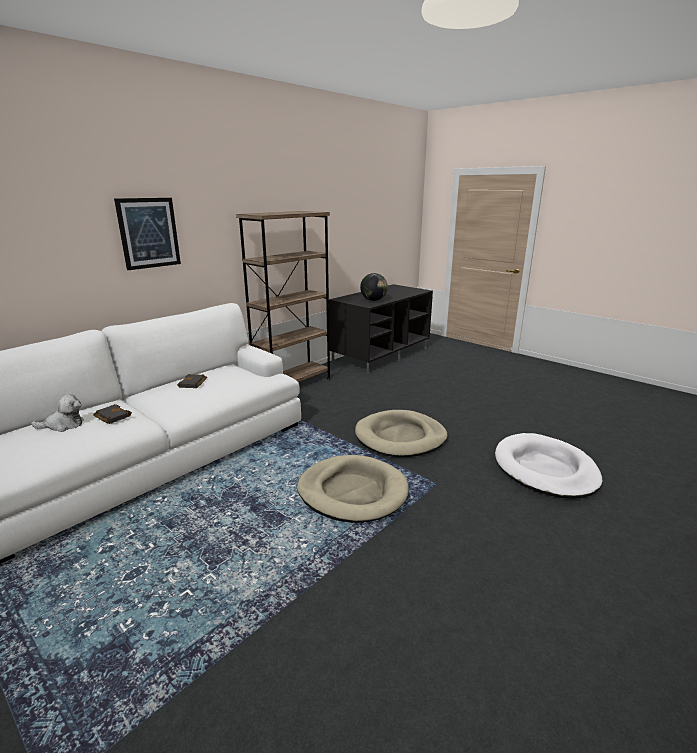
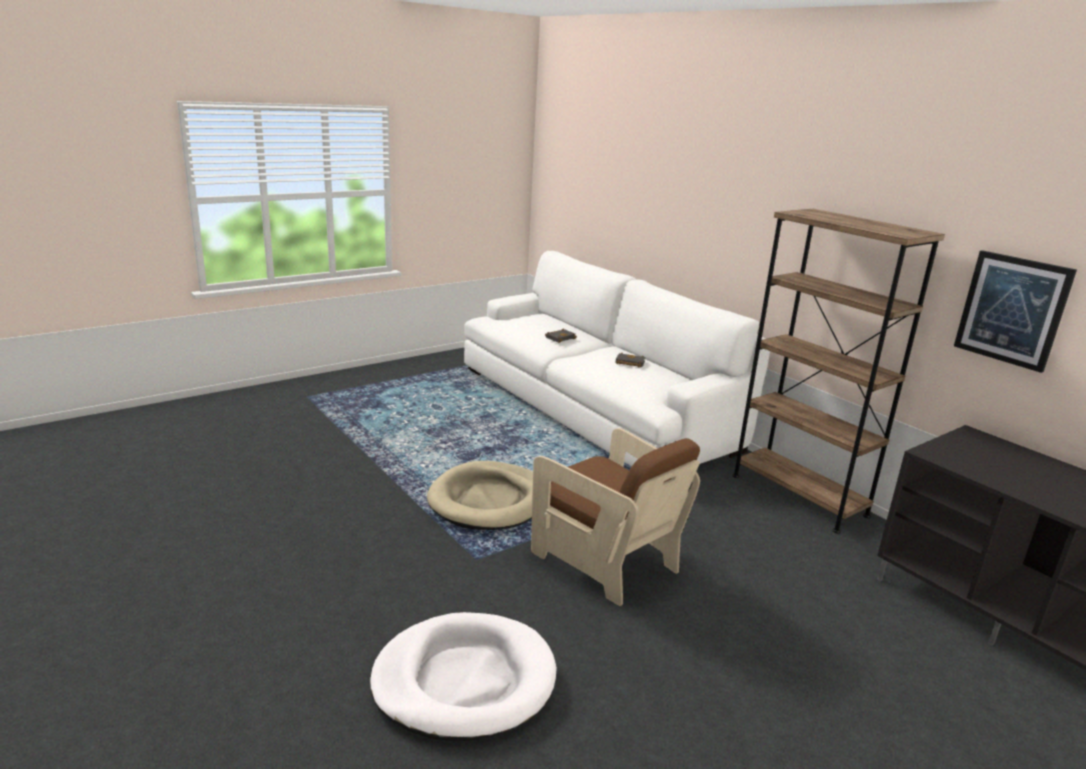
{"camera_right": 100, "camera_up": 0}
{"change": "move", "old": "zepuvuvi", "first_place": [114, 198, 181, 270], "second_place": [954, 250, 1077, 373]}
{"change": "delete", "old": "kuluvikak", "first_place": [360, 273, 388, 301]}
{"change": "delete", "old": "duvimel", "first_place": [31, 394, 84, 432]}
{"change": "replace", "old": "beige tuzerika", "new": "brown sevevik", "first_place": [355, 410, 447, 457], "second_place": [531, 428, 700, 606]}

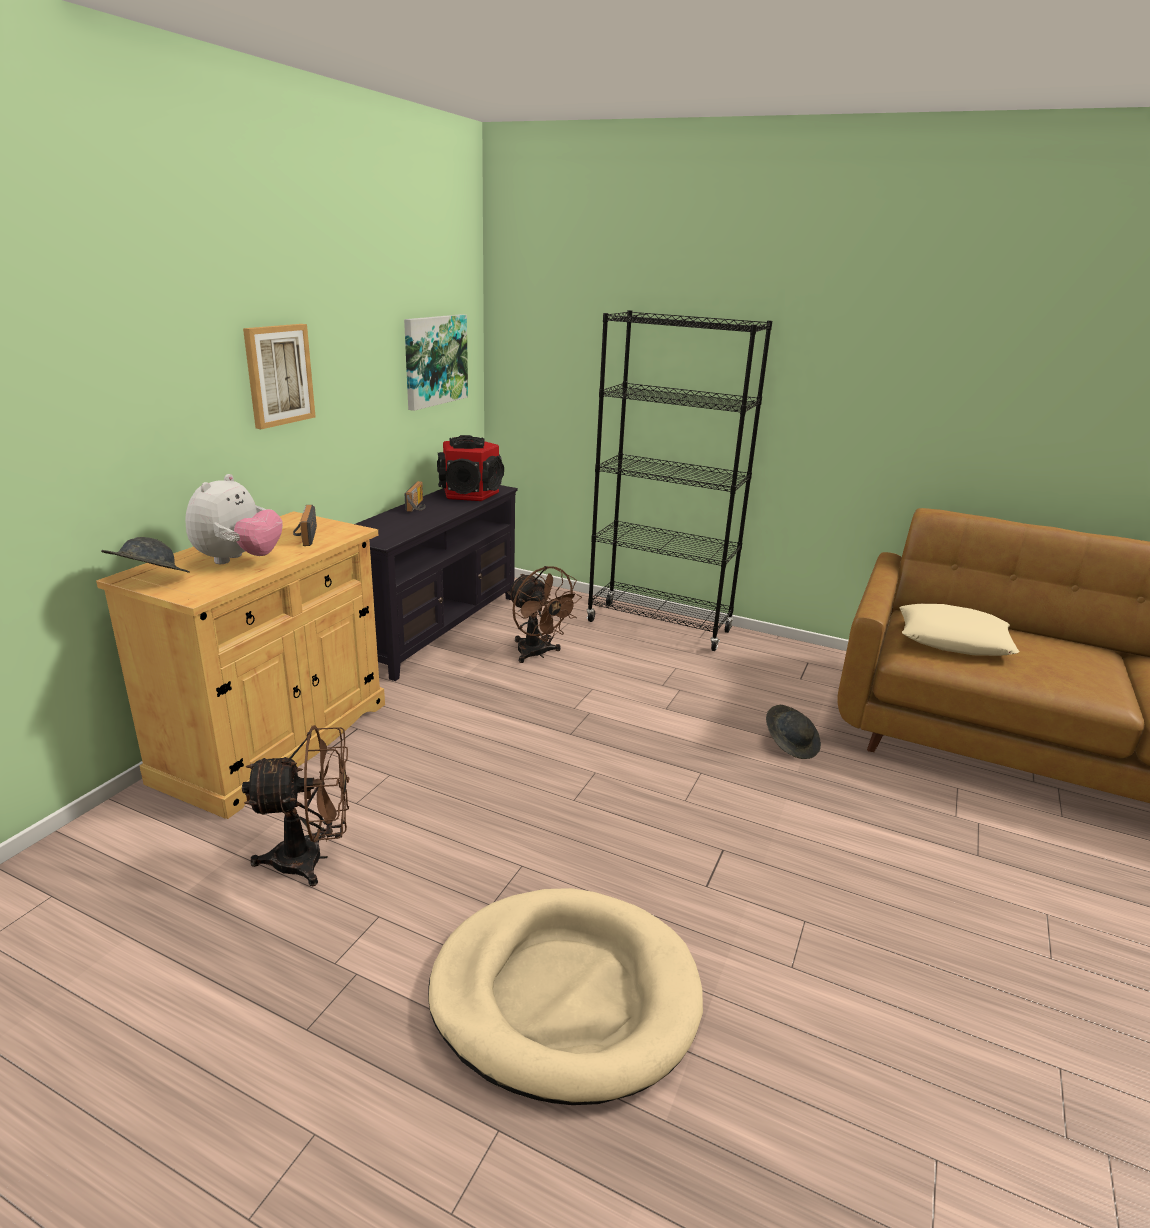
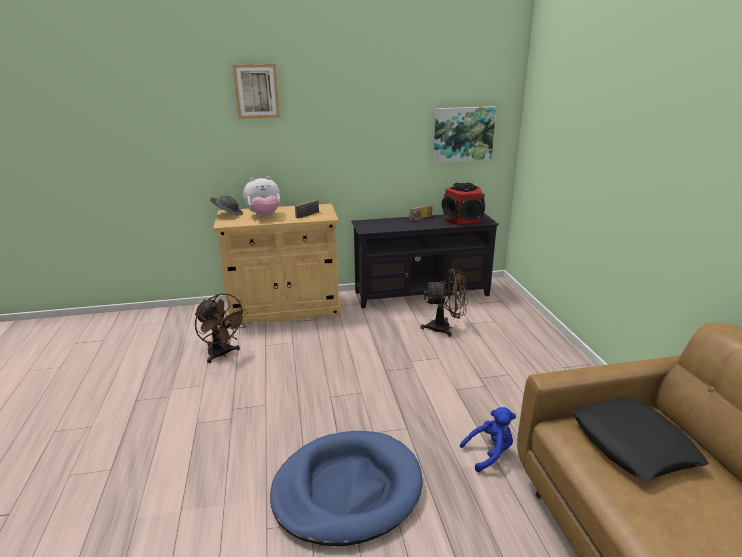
{"camera_right": 55, "camera_up": 0}
{"change": "delete", "old": "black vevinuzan", "first_place": [586, 310, 772, 651]}
{"change": "move", "old": "zepuvuvi", "first_place": [243, 324, 316, 429], "second_place": [232, 64, 280, 119]}
{"change": "rotate", "old": "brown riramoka", "first_place": [507, 566, 582, 663], "second_place": [421, 269, 468, 337], "degrees": -105}
{"change": "recolor", "old": "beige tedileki", "new": "black tedileki", "first_place": [899, 604, 1019, 656], "second_place": [572, 397, 709, 481]}
{"change": "replace", "old": "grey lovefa", "new": "blue duvimel", "first_place": [766, 705, 821, 759], "second_place": [460, 407, 516, 472]}
{"change": "delete", "old": "beige tuzerika", "first_place": [428, 888, 703, 1105]}
{"change": "insert", "new": "blue tuzerika", "second_place": [270, 431, 423, 546]}

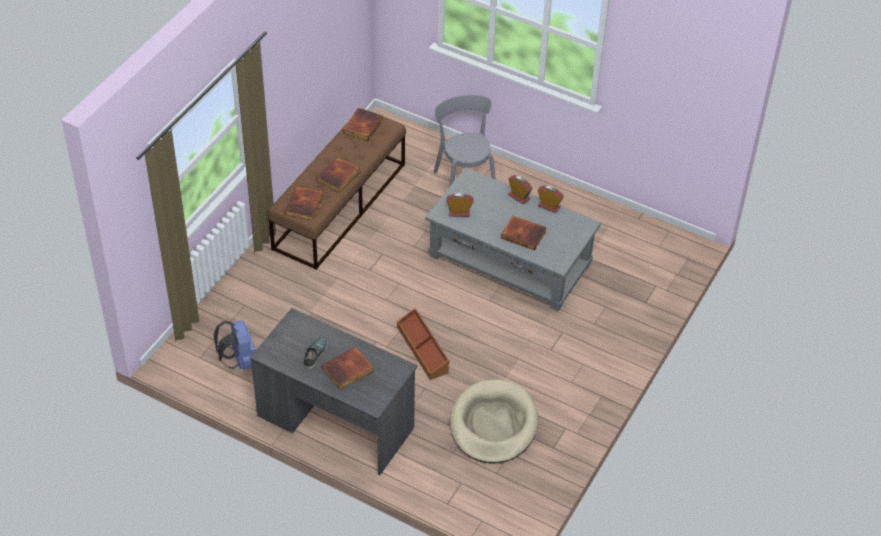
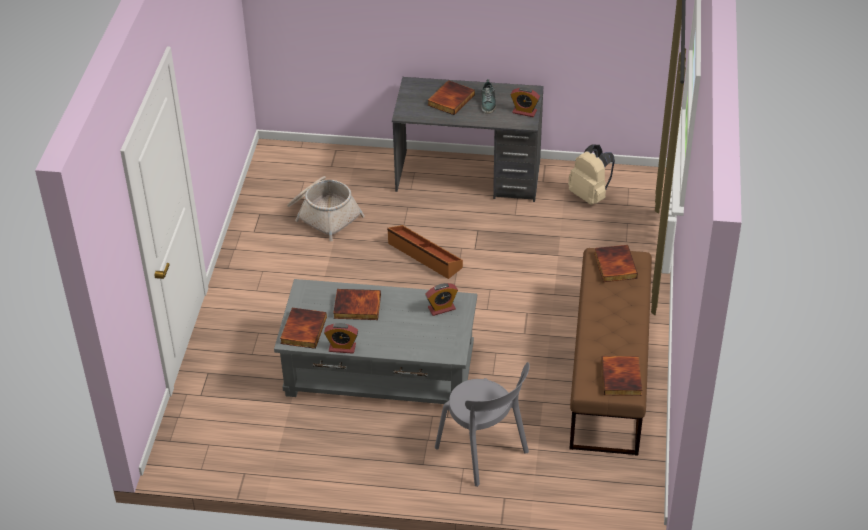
{"camera_right": 160, "camera_up": -5}
{"change": "move", "old": "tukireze", "first_place": [316, 157, 360, 193], "second_place": [280, 308, 327, 349]}
{"change": "move", "old": "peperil", "first_place": [508, 175, 532, 204], "second_place": [511, 87, 540, 117]}
{"change": "recolor", "old": "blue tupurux", "new": "beige tupurux", "first_place": [214, 320, 256, 370], "second_place": [568, 145, 615, 205]}
{"change": "replace", "old": "beige tuzerika", "new": "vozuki", "first_place": [450, 379, 538, 464], "second_place": [287, 176, 365, 241]}

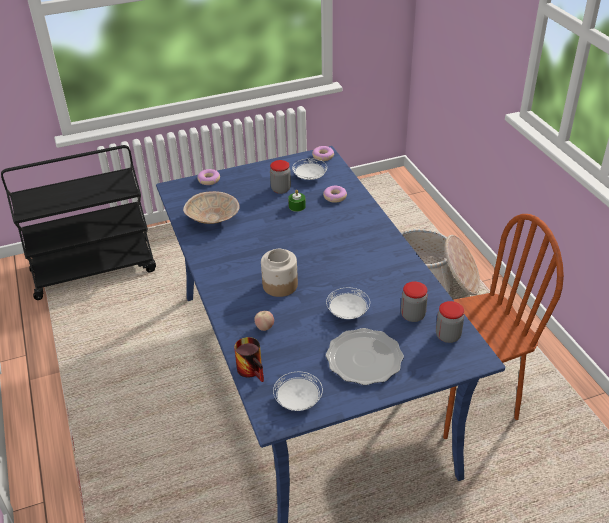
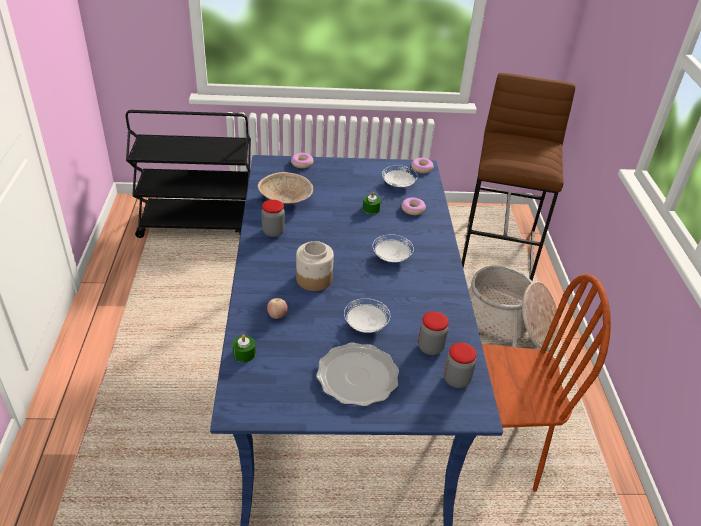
{"camera_right": 15, "camera_up": 0}
{"change": "move", "old": "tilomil", "first_place": [270, 160, 291, 194], "second_place": [261, 200, 285, 237]}
{"change": "replace", "old": "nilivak", "new": "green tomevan", "first_place": [234, 337, 264, 382], "second_place": [232, 335, 256, 362]}
{"change": "move", "old": "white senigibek", "first_place": [273, 372, 323, 411], "second_place": [373, 234, 414, 262]}
{"change": "insert", "new": "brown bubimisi", "second_place": [462, 73, 576, 281]}

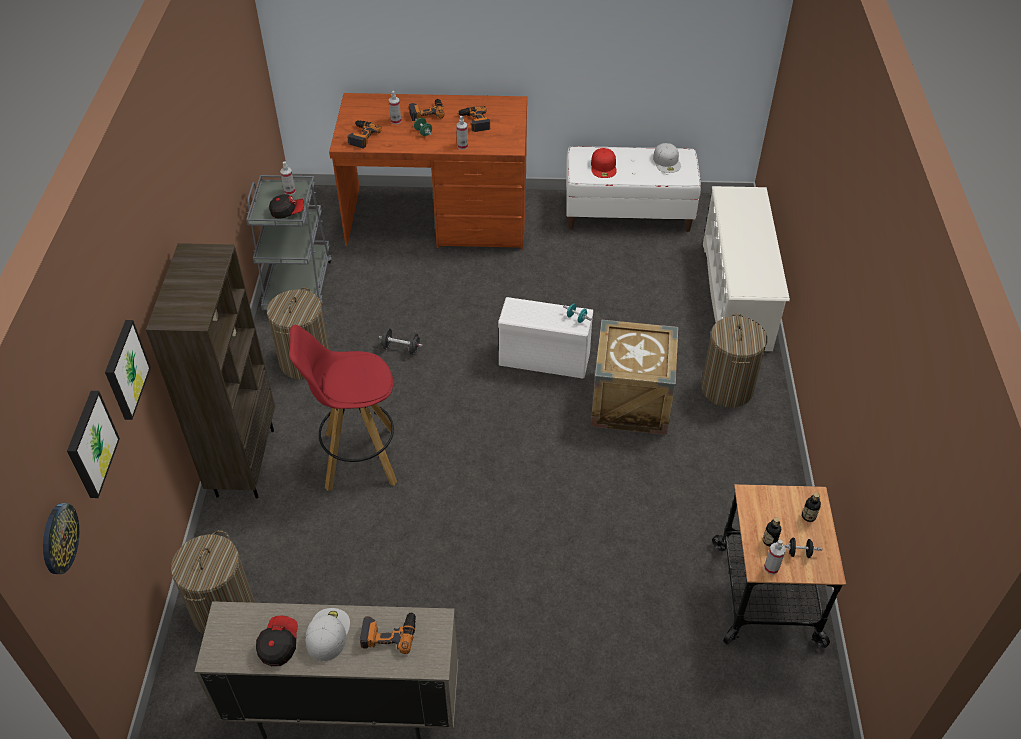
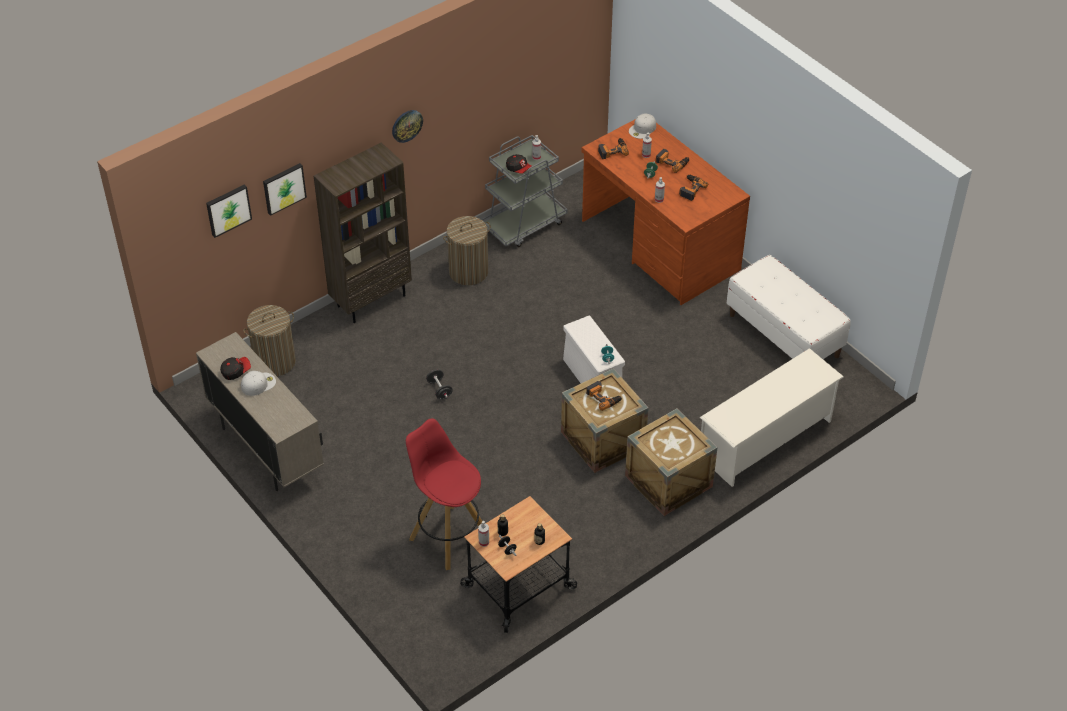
{"camera_right": 50, "camera_up": 0}
{"change": "move", "old": "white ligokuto", "first_place": [653, 143, 681, 173], "second_place": [629, 114, 656, 139]}
{"change": "delete", "old": "red ligokuto", "first_place": [591, 148, 617, 178]}
{"change": "replace", "old": "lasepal", "new": "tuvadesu", "first_place": [701, 314, 767, 408], "second_place": [625, 408, 718, 516]}
{"change": "move", "old": "red bubimisi", "first_place": [289, 325, 397, 491], "second_place": [406, 419, 482, 570]}
{"change": "move", "old": "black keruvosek", "first_place": [379, 328, 423, 355], "second_place": [426, 369, 453, 399]}
{"change": "move", "old": "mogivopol", "first_place": [43, 503, 79, 574], "second_place": [392, 110, 423, 143]}
{"change": "move", "old": "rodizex", "first_place": [360, 612, 416, 654], "second_place": [586, 381, 622, 411]}

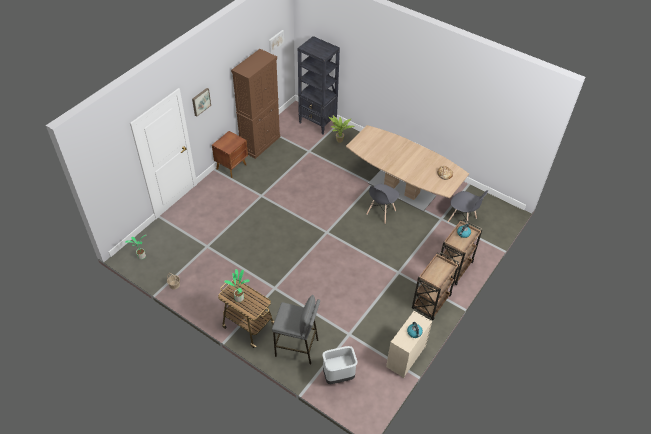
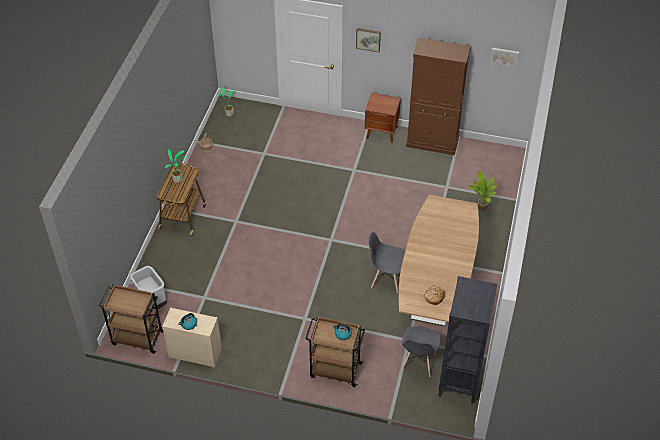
{"camera_right": 70, "camera_up": 0}
{"change": "move", "old": "black vevinuzan", "first_place": [297, 36, 340, 135], "second_place": [439, 276, 497, 403]}
{"change": "move", "old": "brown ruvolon", "first_place": [412, 252, 459, 320], "second_place": [99, 284, 164, 354]}
{"change": "delete", "old": "grey bubimisi", "first_place": [272, 295, 320, 364]}

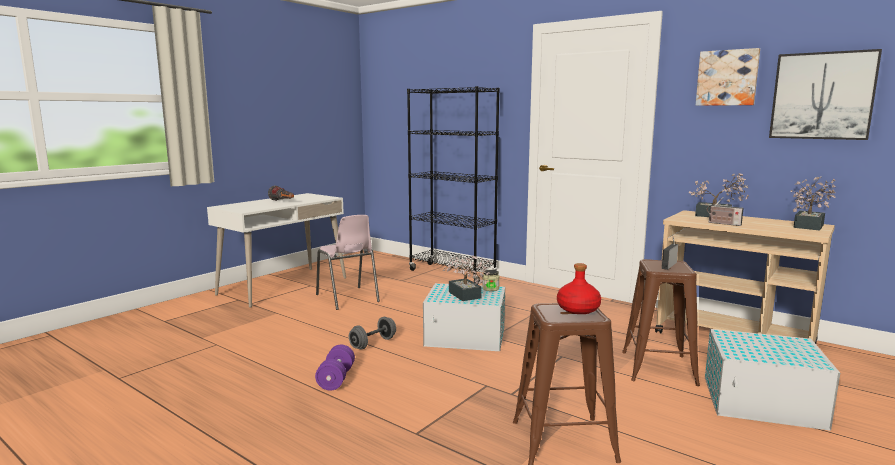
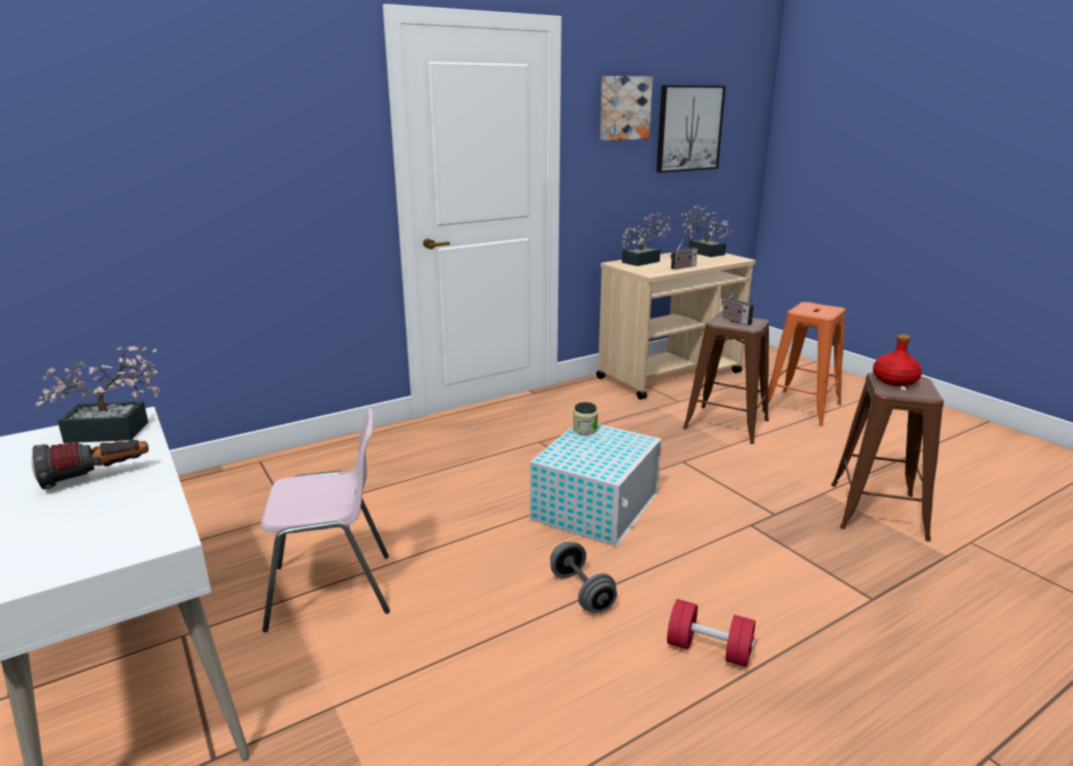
{"camera_right": -70, "camera_up": 10}
{"change": "delete", "old": "black vevinuzan", "first_place": [407, 86, 500, 283]}
{"change": "move", "old": "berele", "first_place": [443, 255, 492, 301], "second_place": [35, 346, 160, 443]}
{"change": "replace", "old": "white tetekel", "new": "orange bubimisi", "first_place": [705, 329, 840, 431], "second_place": [761, 302, 846, 426]}
{"change": "recolor", "old": "purple keruvosek", "new": "red keruvosek", "first_place": [315, 344, 355, 390], "second_place": [667, 599, 755, 667]}

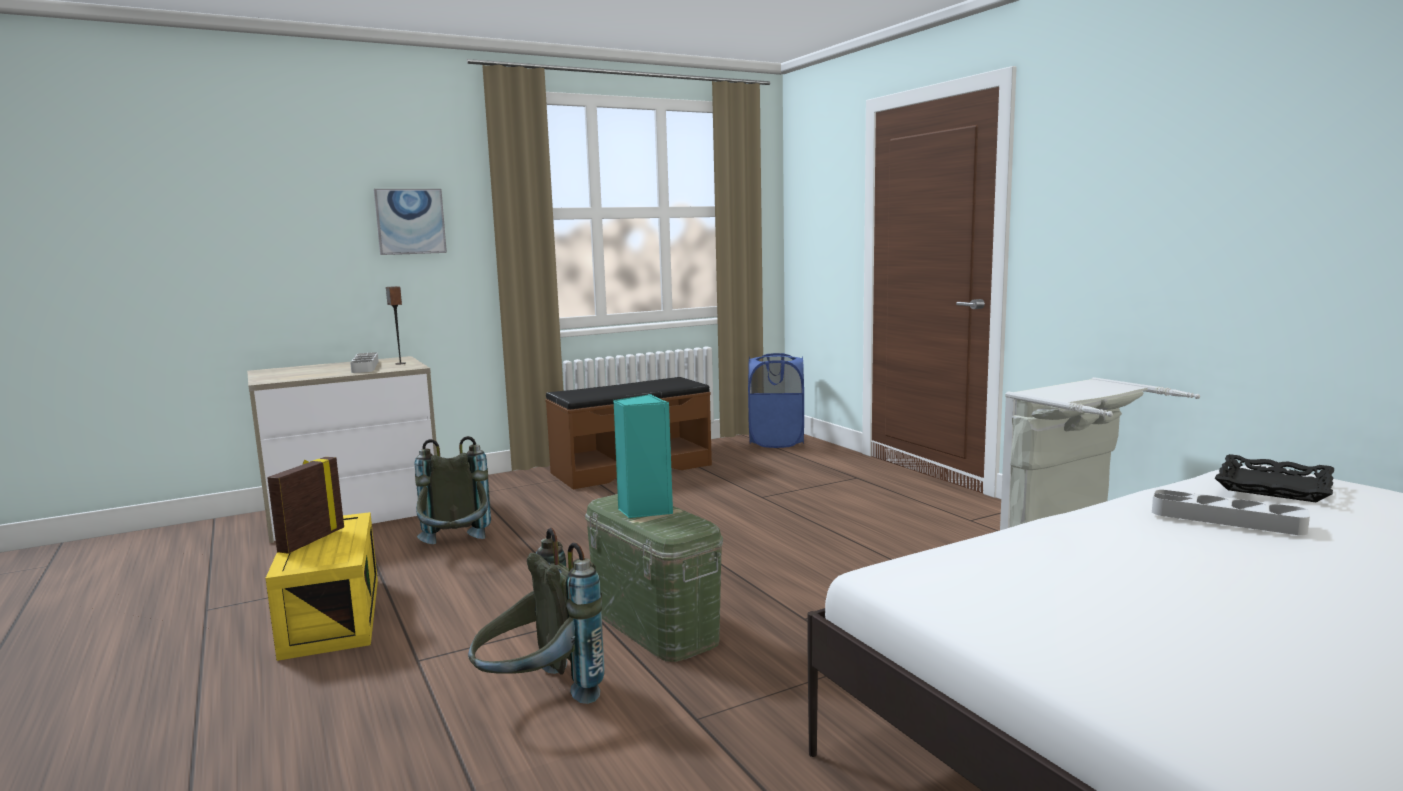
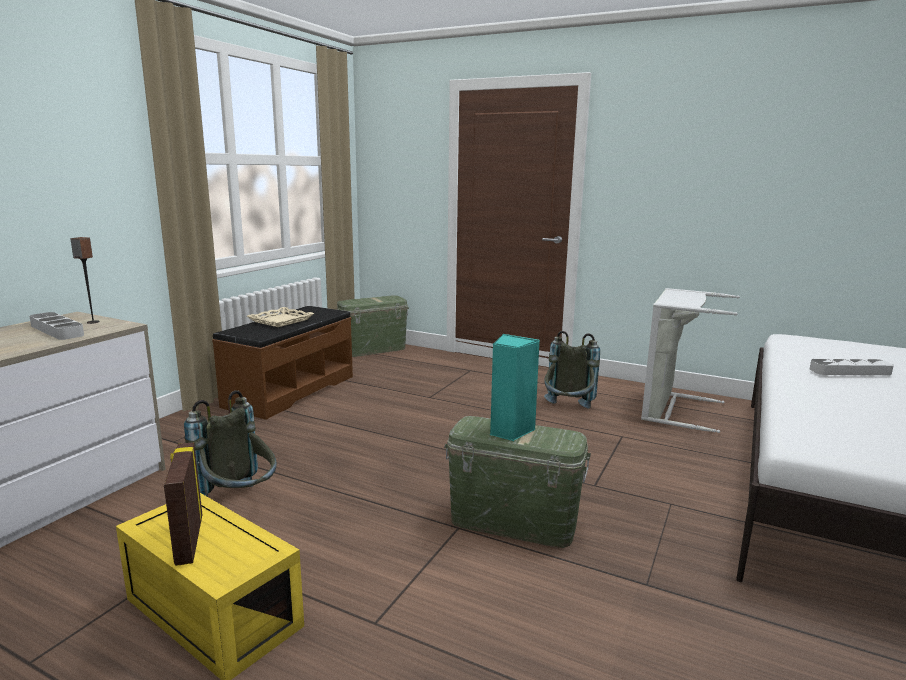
{"camera_right": -35, "camera_up": 5}
{"change": "delete", "old": "zepuvuvi", "first_place": [374, 189, 447, 255]}
{"change": "replace", "old": "blue lasepal", "new": "green tetekel", "first_place": [748, 353, 804, 448], "second_place": [337, 295, 409, 357]}
{"change": "delete", "old": "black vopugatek", "first_place": [1215, 454, 1334, 502]}
{"change": "move", "old": "grey tupurux", "first_place": [468, 528, 605, 704], "second_place": [544, 331, 600, 408]}
{"change": "insert", "new": "beige vopugatek", "second_place": [247, 307, 314, 327]}

